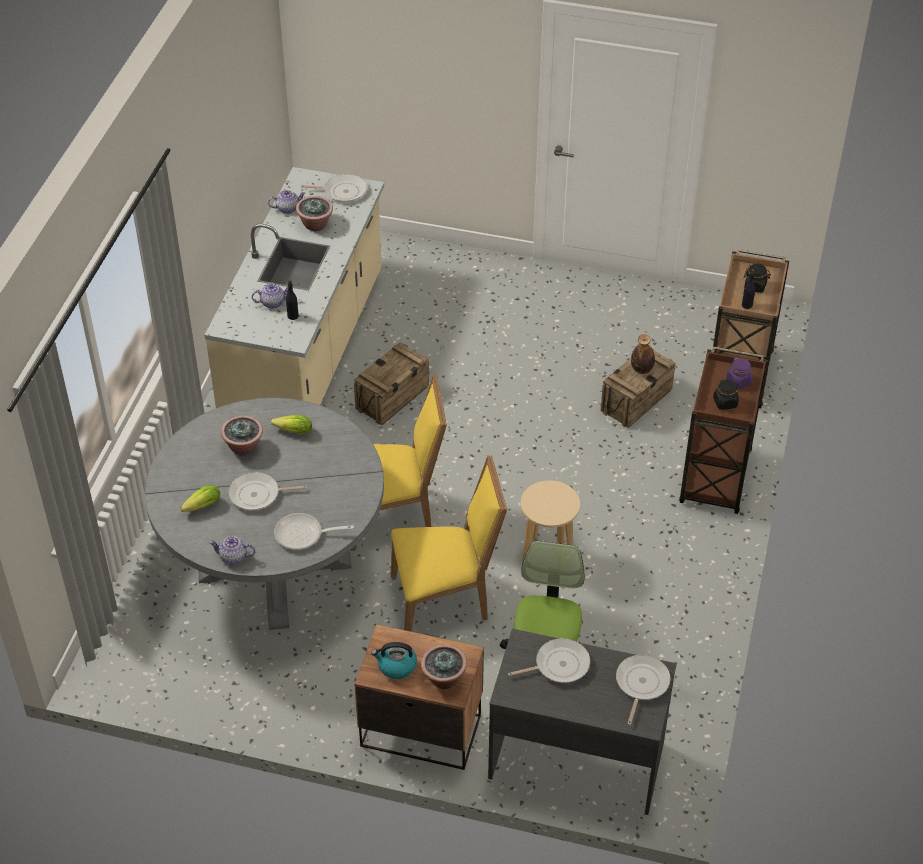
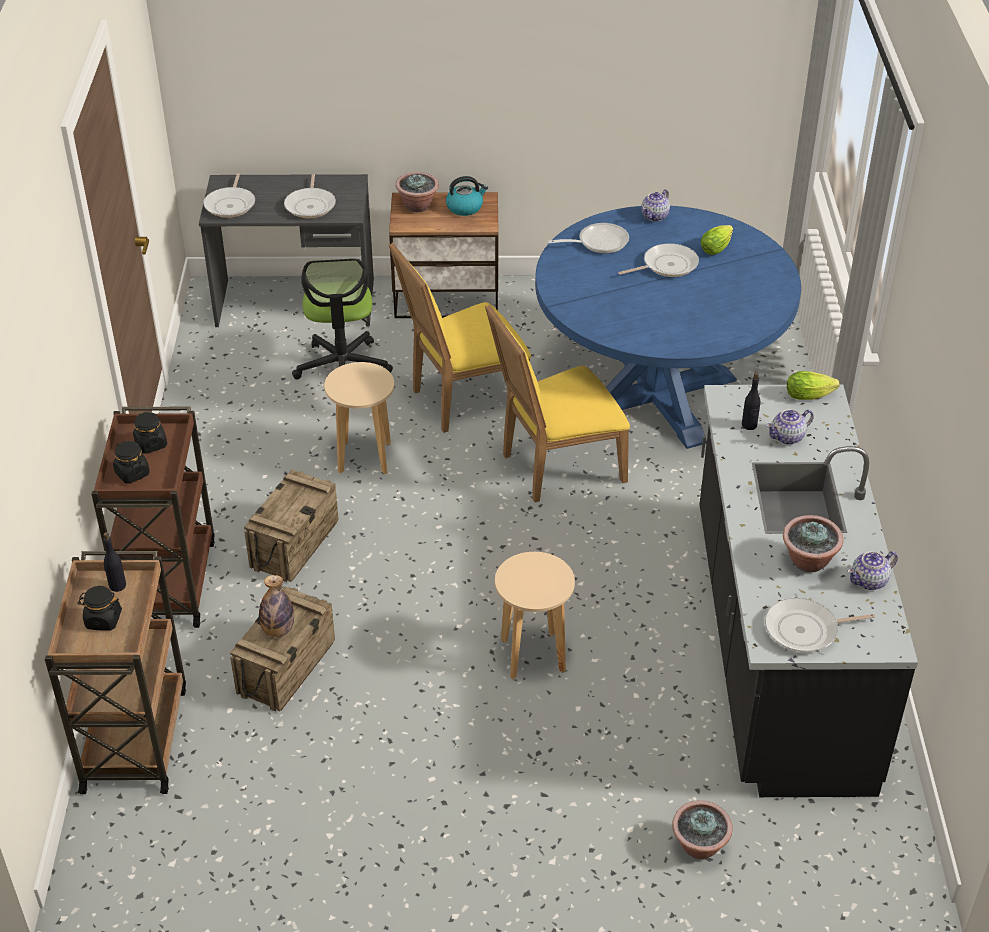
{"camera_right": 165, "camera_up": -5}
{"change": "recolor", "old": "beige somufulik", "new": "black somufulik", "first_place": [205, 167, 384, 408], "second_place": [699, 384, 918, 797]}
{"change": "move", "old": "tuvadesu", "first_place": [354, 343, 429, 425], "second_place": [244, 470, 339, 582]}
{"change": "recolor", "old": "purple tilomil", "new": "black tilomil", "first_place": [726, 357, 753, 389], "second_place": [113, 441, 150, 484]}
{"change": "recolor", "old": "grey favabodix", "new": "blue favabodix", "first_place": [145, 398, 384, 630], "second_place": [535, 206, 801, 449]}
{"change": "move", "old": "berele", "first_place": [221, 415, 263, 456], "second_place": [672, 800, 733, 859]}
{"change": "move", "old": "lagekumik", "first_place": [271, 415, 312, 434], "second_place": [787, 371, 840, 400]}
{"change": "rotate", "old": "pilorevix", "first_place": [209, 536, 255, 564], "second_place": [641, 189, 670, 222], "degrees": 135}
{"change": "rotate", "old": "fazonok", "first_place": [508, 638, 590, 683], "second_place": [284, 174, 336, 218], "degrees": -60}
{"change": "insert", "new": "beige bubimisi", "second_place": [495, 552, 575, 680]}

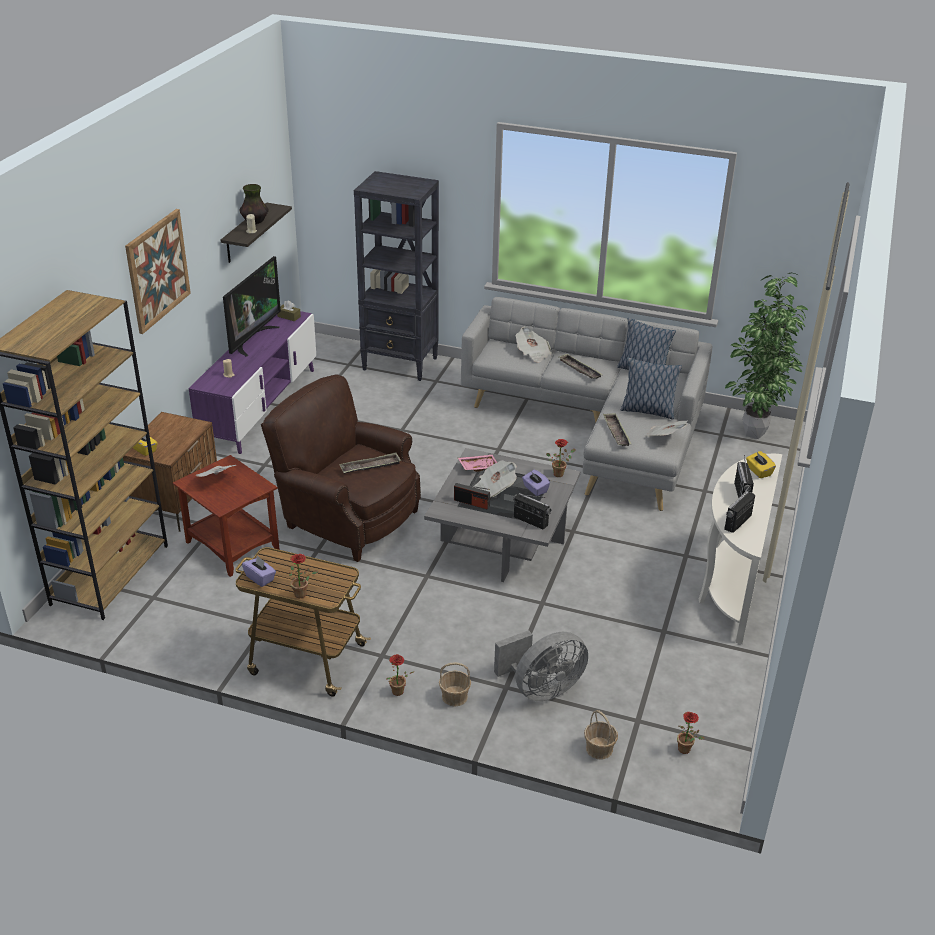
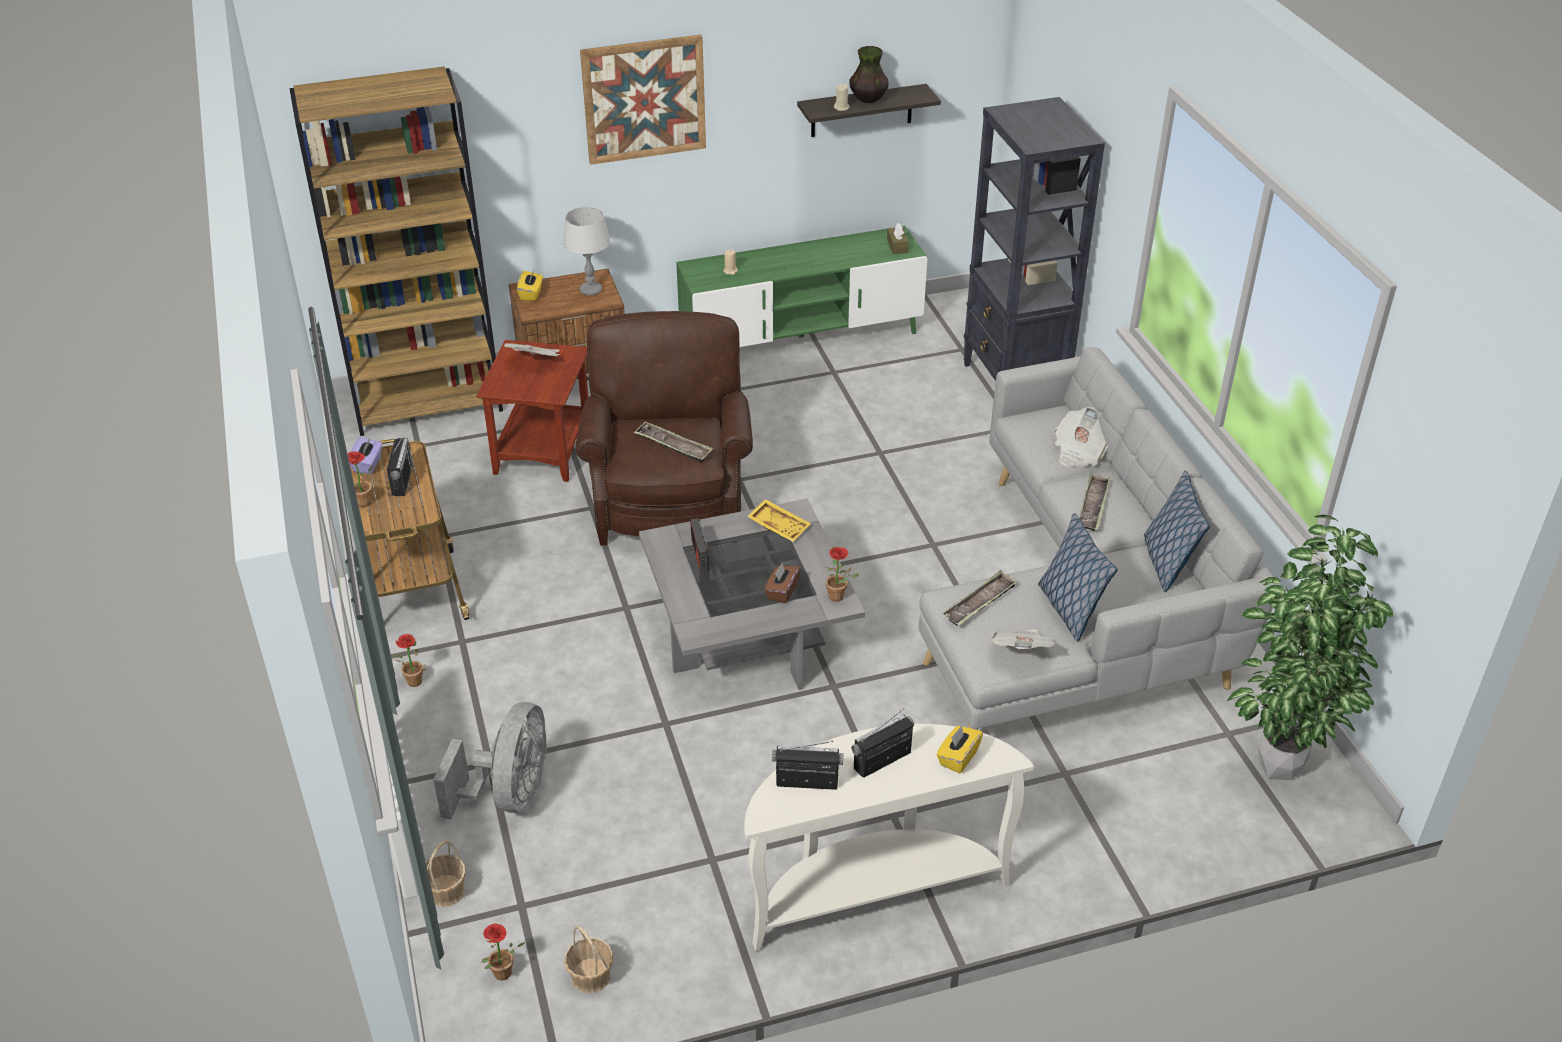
{"camera_right": 55, "camera_up": 5}
{"change": "delete", "old": "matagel", "first_place": [223, 256, 281, 357]}
{"change": "recolor", "old": "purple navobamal", "new": "green navobamal", "first_place": [189, 311, 316, 454], "second_place": [676, 226, 927, 347]}
{"change": "recolor", "old": "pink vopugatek", "new": "yellow vopugatek", "first_place": [458, 455, 497, 472], "second_place": [747, 499, 811, 542]}
{"change": "delete", "old": "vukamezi", "first_place": [474, 460, 517, 497]}
{"change": "recolor", "old": "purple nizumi", "new": "brown nizumi", "first_place": [522, 470, 550, 496], "second_place": [764, 564, 800, 603]}
{"change": "move", "old": "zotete", "first_place": [513, 493, 551, 529], "second_place": [387, 438, 413, 496]}
{"change": "rotate", "old": "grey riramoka", "first_place": [494, 630, 588, 701], "second_place": [433, 702, 547, 819], "degrees": -105}
{"change": "move", "old": "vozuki", "first_place": [439, 662, 471, 707], "second_place": [564, 926, 613, 993]}
{"change": "insert", "new": "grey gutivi", "second_place": [563, 207, 610, 296]}

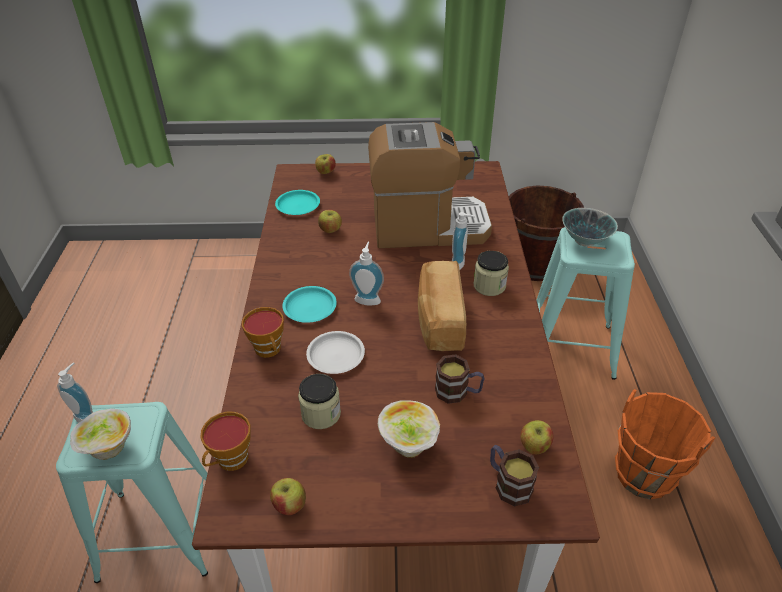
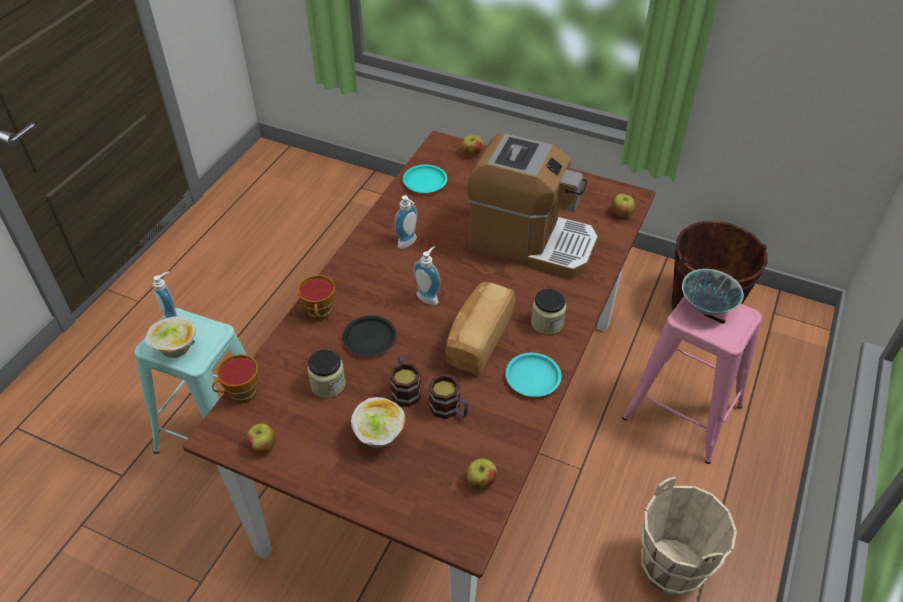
{"camera_right": 25, "camera_up": 5}
{"change": "move", "old": "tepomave", "first_place": [318, 210, 342, 233], "second_place": [612, 194, 635, 217]}
{"change": "move", "old": "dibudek", "first_place": [452, 212, 475, 270], "second_place": [394, 195, 418, 249]}
{"change": "recolor", "old": "turquoise bubimisi", "new": "pink bubimisi", "first_place": [536, 227, 635, 380], "second_place": [622, 296, 762, 464]}
{"change": "move", "old": "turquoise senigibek", "first_place": [282, 286, 337, 323], "second_place": [505, 353, 561, 397]}
{"change": "recolor", "old": "white senigibek", "new": "black senigibek", "first_place": [306, 331, 365, 374], "second_place": [343, 316, 397, 357]}
{"change": "recolor", "old": "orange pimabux", "new": "beige pimabux", "first_place": [615, 389, 715, 499], "second_place": [641, 477, 737, 596]}
{"change": "move", "old": "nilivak", "first_place": [490, 445, 539, 506], "second_place": [390, 355, 421, 407]}

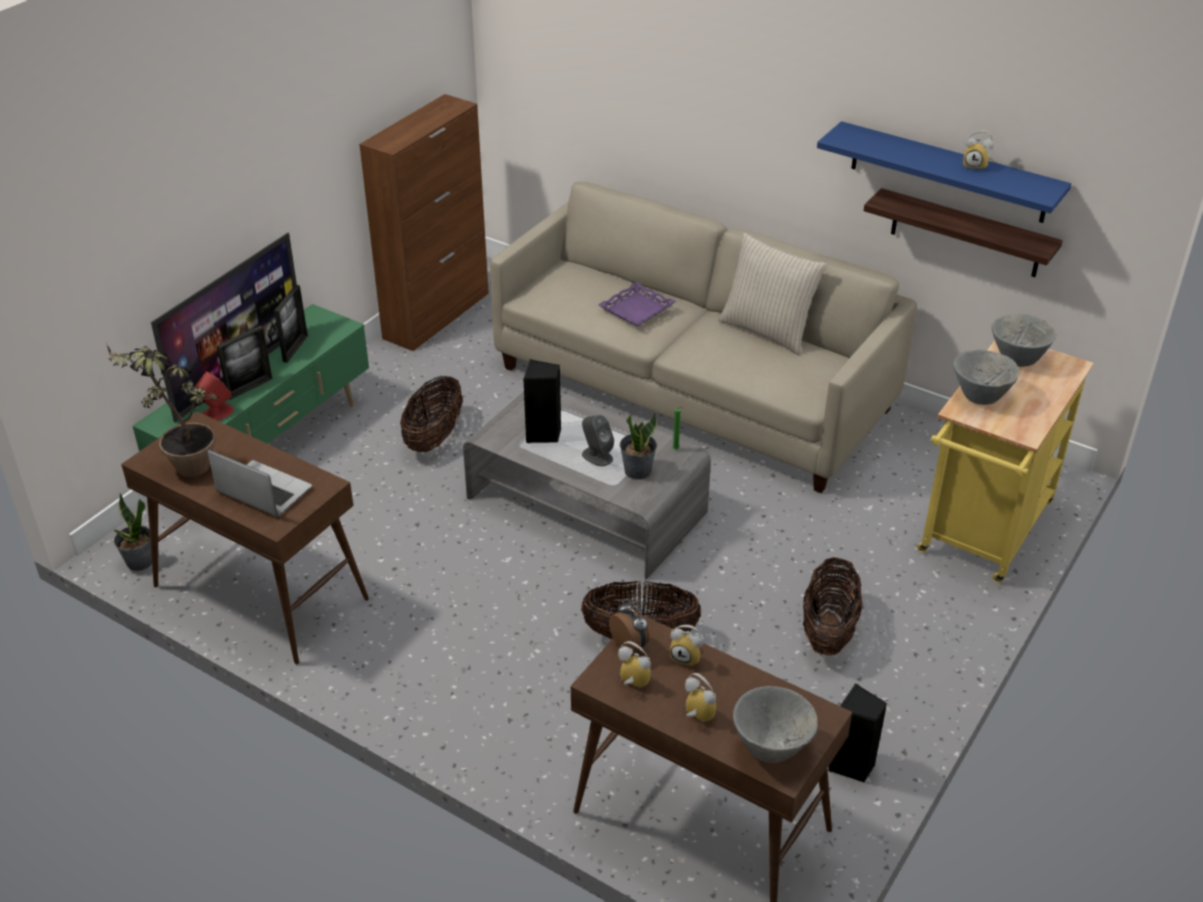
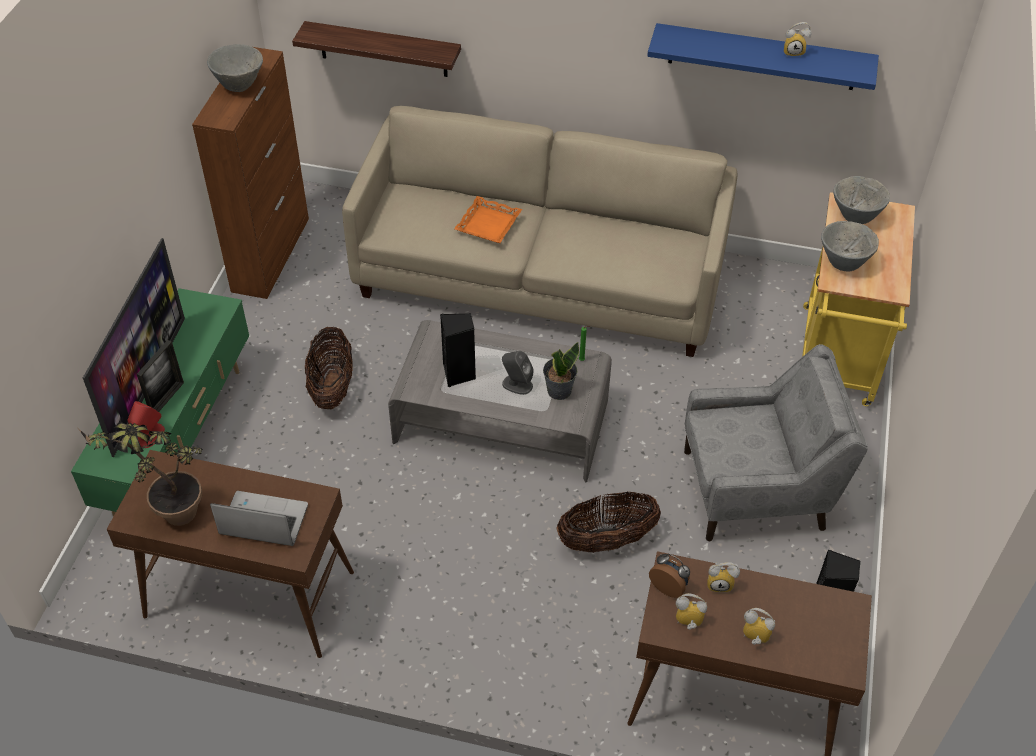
{"camera_right": -20, "camera_up": 10}
{"change": "move", "old": "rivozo", "first_place": [864, 188, 1063, 277], "second_place": [292, 21, 461, 77]}
{"change": "delete", "old": "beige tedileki", "first_place": [718, 233, 827, 355]}
{"change": "recolor", "old": "purple vopugatek", "new": "orange vopugatek", "first_place": [598, 282, 676, 326], "second_place": [454, 196, 522, 243]}
{"change": "delete", "old": "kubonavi", "first_place": [274, 285, 308, 363]}
{"change": "delete", "old": "berele", "first_place": [114, 493, 152, 571]}
{"change": "replace", "old": "vozuki", "new": "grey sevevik", "first_place": [803, 557, 862, 656], "second_place": [684, 344, 867, 541]}
{"change": "move", "old": "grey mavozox", "first_place": [733, 686, 818, 763], "second_place": [207, 44, 263, 92]}

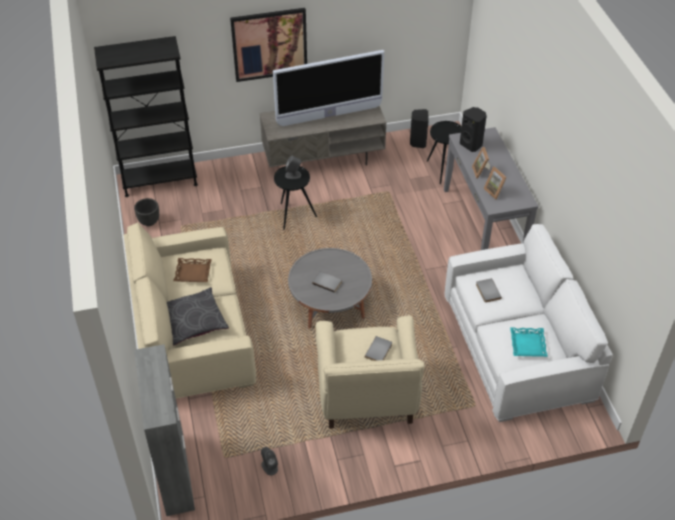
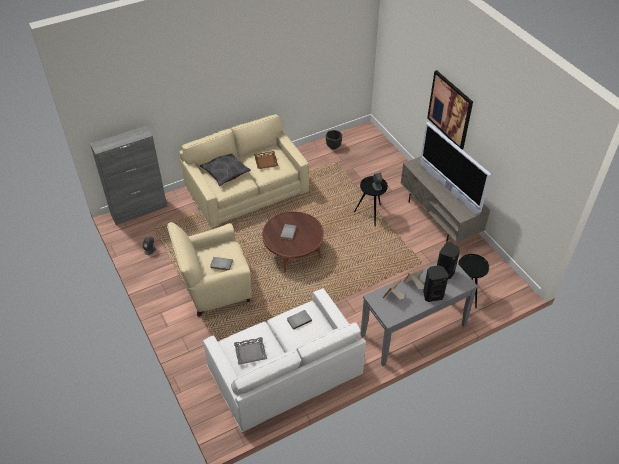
{"camera_right": 75, "camera_up": 0}
{"change": "delete", "old": "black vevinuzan", "first_place": [94, 36, 198, 197]}
{"change": "move", "old": "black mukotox", "first_place": [410, 109, 428, 148], "second_place": [423, 265, 449, 302]}
{"change": "recolor", "old": "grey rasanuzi", "new": "brown rasanuzi", "first_place": [288, 248, 372, 329], "second_place": [262, 211, 324, 273]}
{"change": "recolor", "old": "turquoise vopugatek", "new": "grey vopugatek", "first_place": [510, 327, 548, 357], "second_place": [234, 337, 267, 365]}

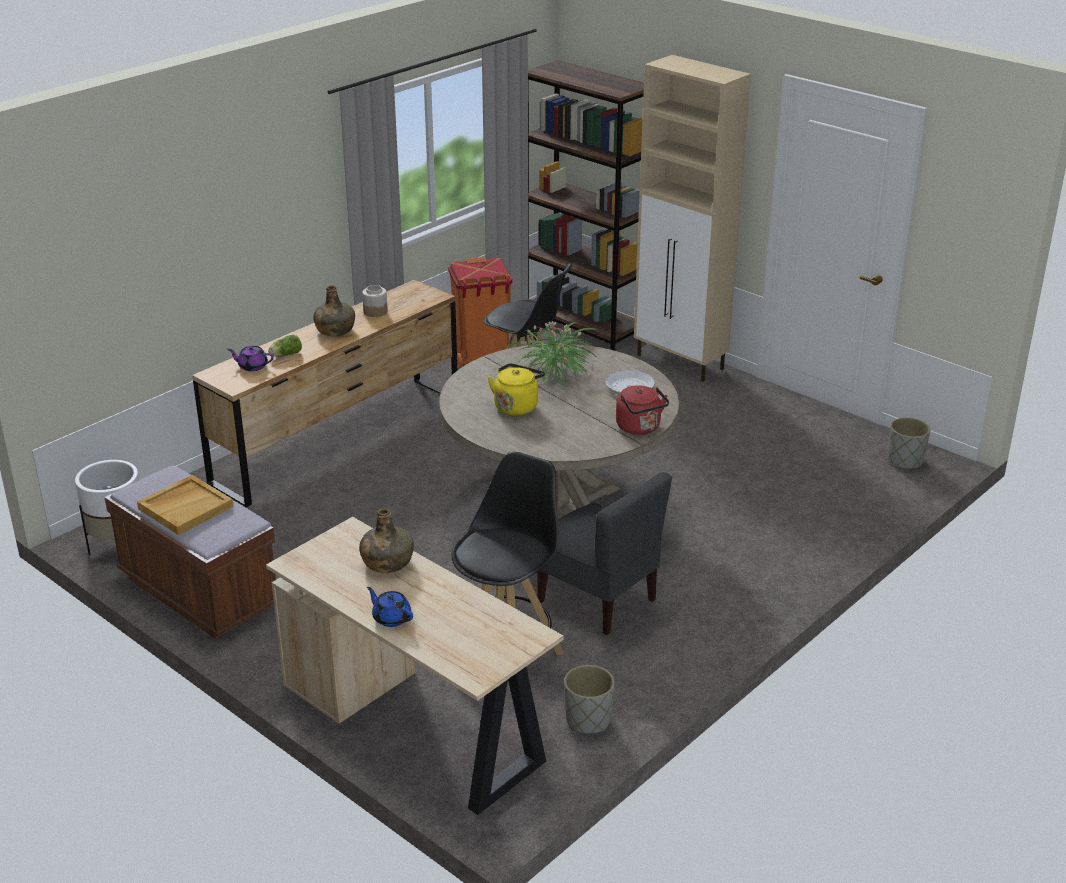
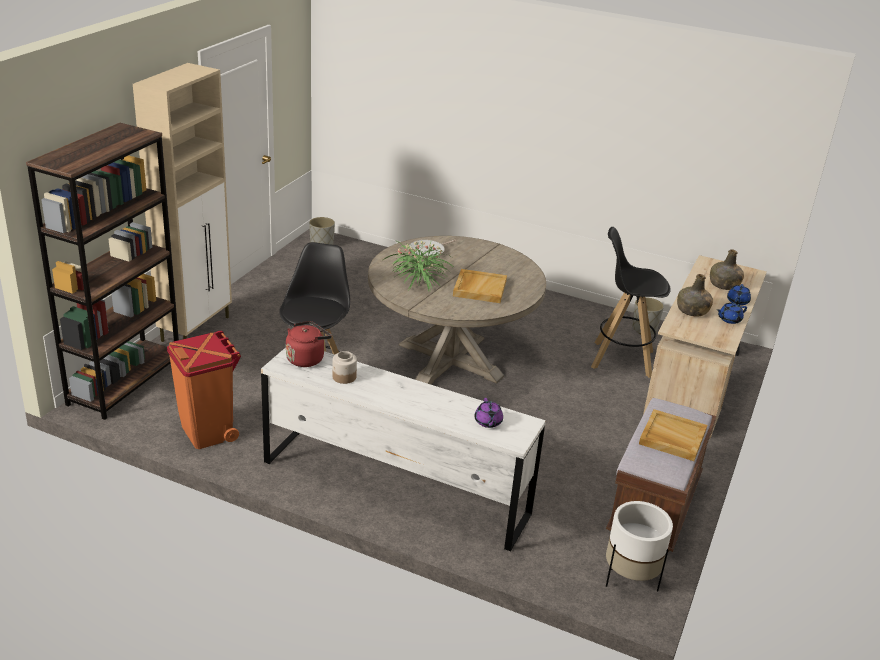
{"camera_right": -110, "camera_up": 0}
{"change": "recolor", "old": "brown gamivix", "new": "white gamivix", "first_place": [192, 280, 457, 507], "second_place": [261, 348, 546, 551]}
{"change": "move", "old": "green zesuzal", "first_place": [313, 285, 355, 336], "second_place": [710, 249, 744, 290]}
{"change": "delete", "old": "lagekumik", "first_place": [268, 335, 302, 357]}
{"change": "replace", "old": "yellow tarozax", "new": "beige vopugatek", "first_place": [488, 363, 545, 415], "second_place": [453, 269, 507, 303]}
{"change": "move", "old": "red tarozax", "first_place": [616, 386, 669, 435], "second_place": [286, 321, 332, 367]}
{"change": "delete", "old": "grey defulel", "first_place": [537, 472, 672, 635]}
{"change": "insert", "new": "blue pilorevix", "second_place": [717, 303, 747, 324]}

